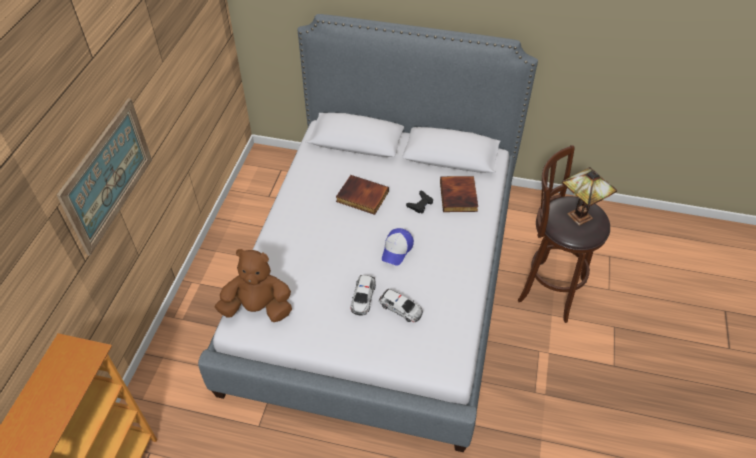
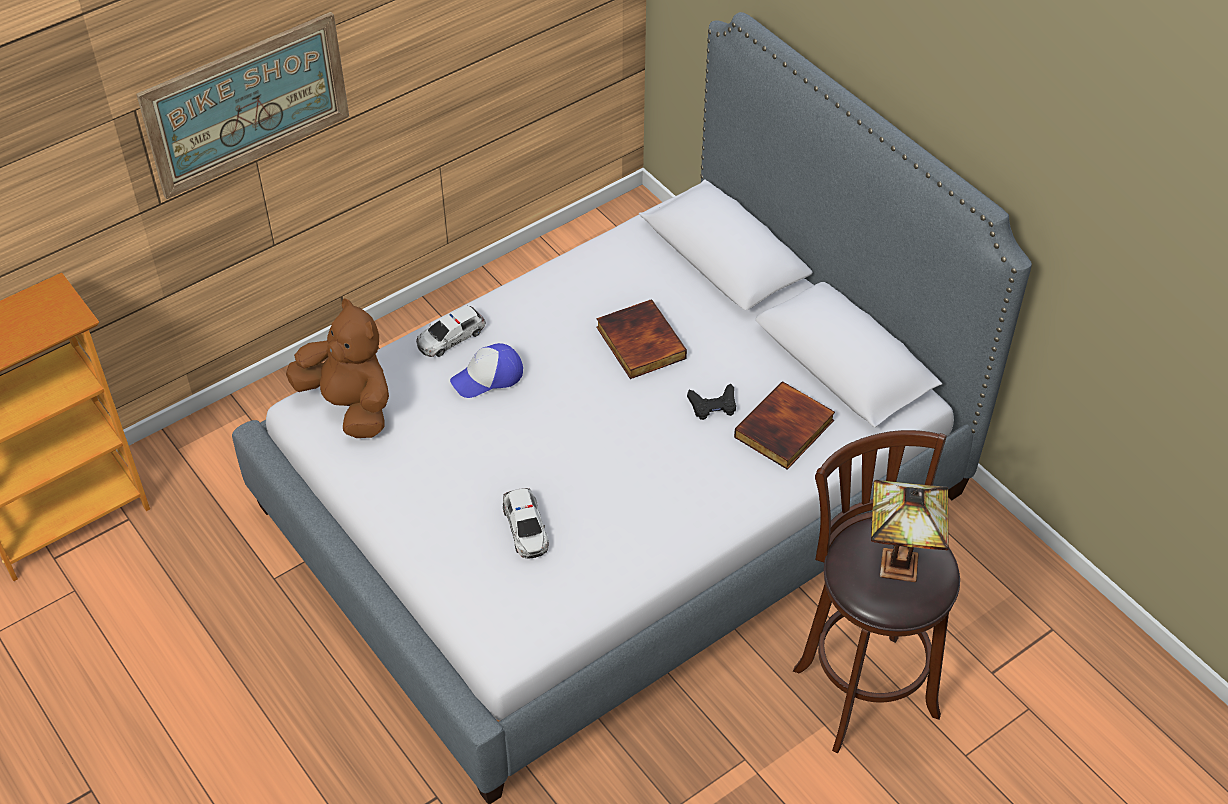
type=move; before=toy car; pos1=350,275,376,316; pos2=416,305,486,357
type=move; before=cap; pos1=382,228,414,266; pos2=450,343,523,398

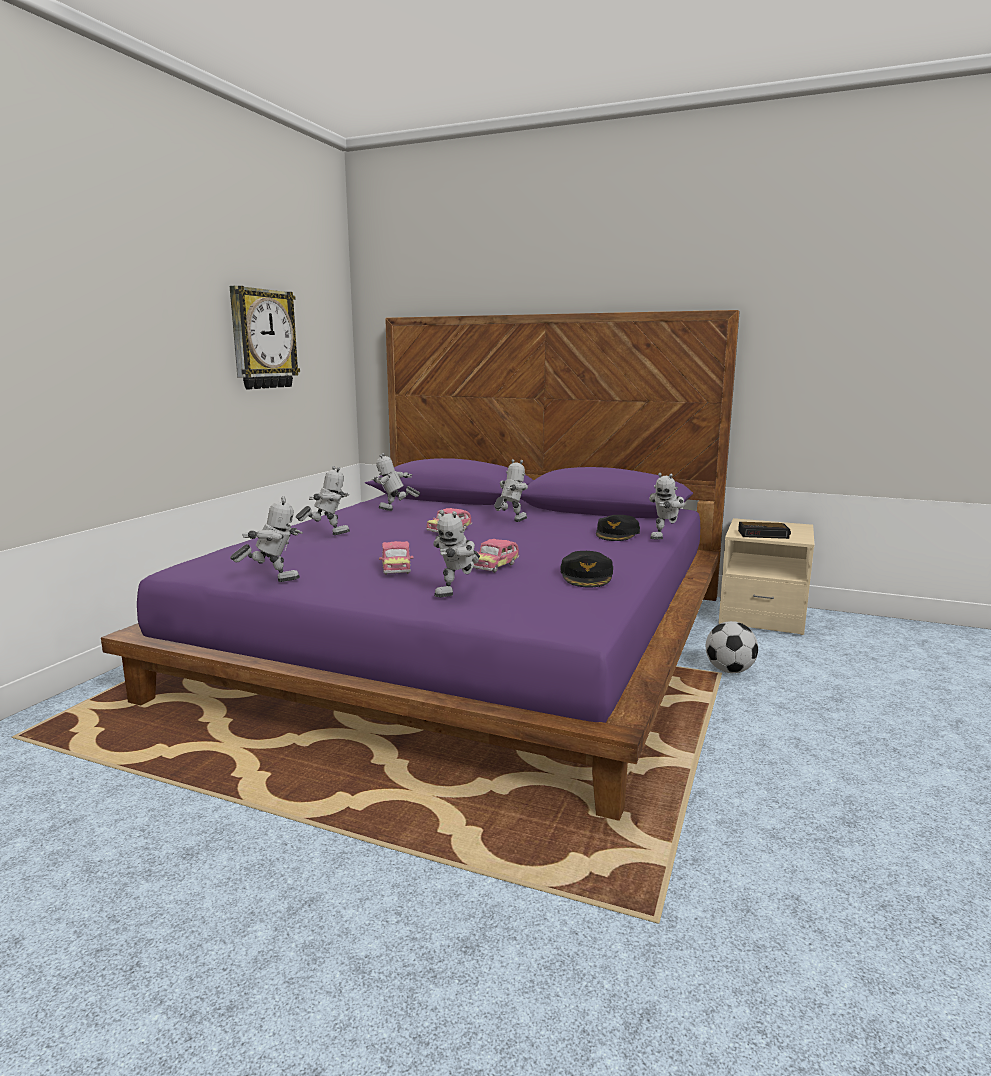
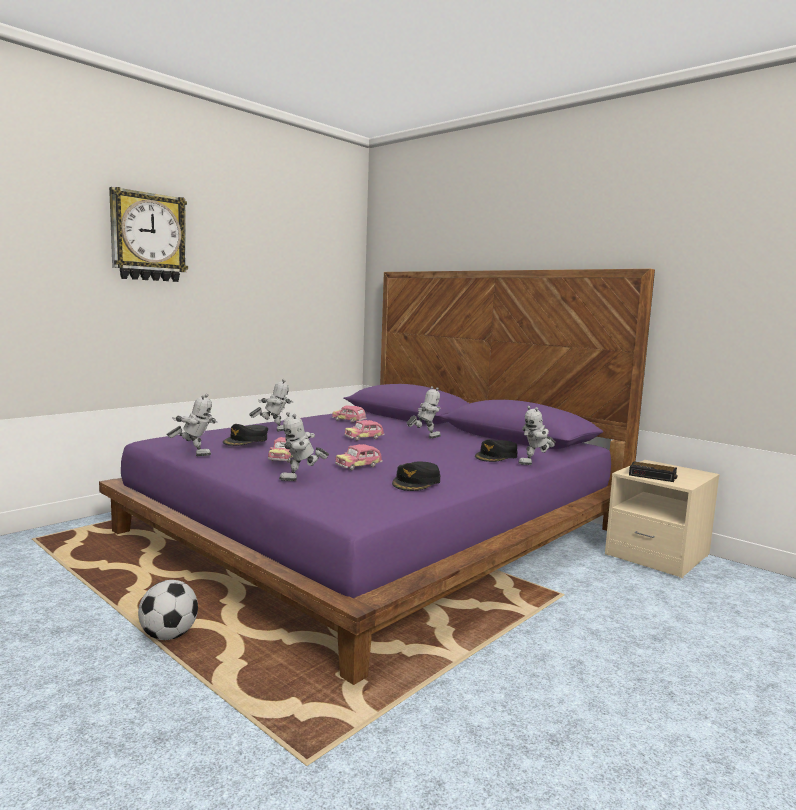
type=move; before=wall clock; pos1=230,286,300,389; pos2=109,187,188,282
type=move; before=football; pos1=706,621,758,673; pos2=138,580,198,640
type=insert; after=black cap; pos2=223,424,268,446
type=replace; before=toy robot; after=toy car; pos1=372,453,420,511; pos2=332,406,367,423

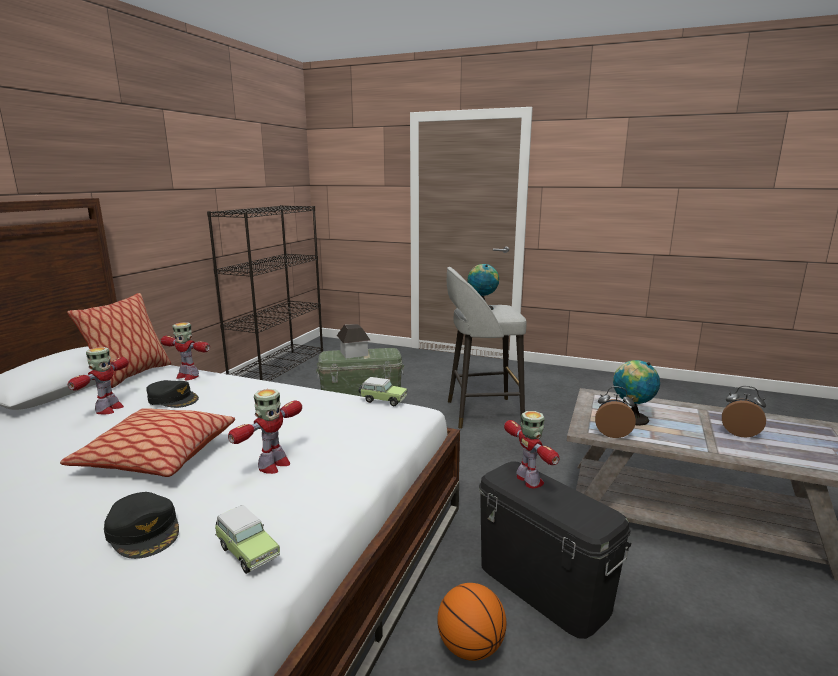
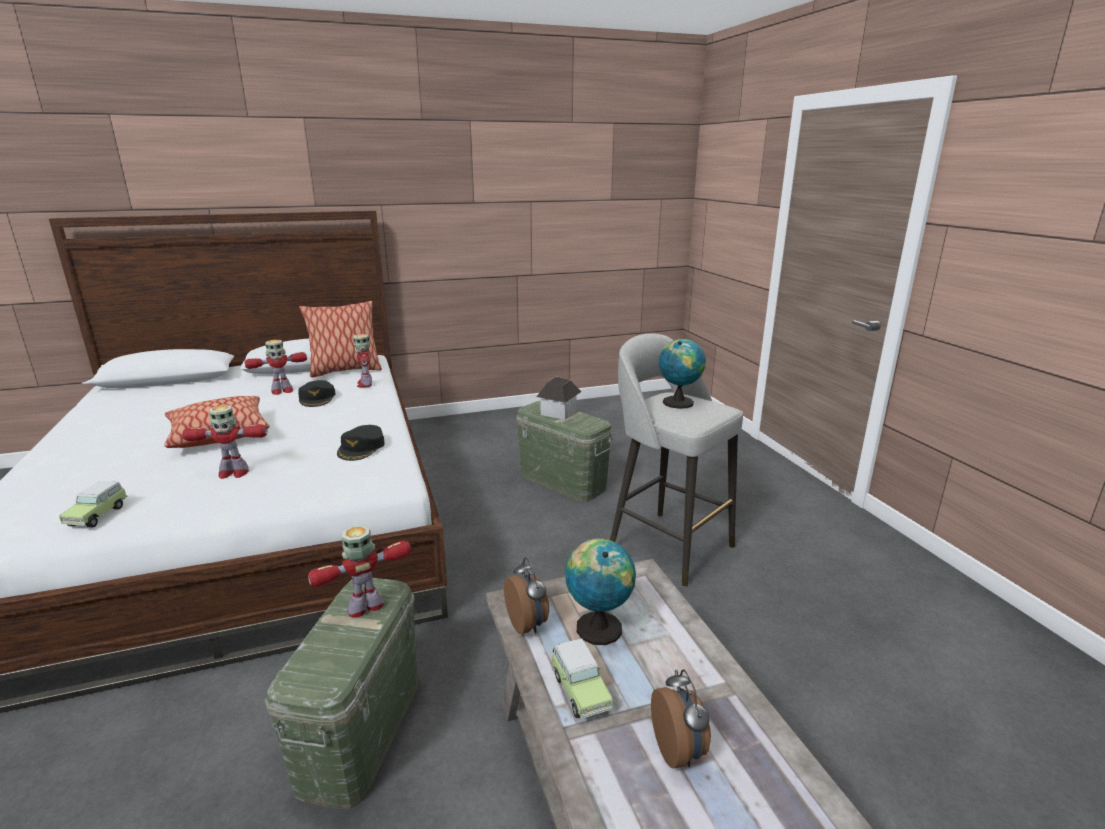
type=recolor; before=black storage box; after=green storage box; pos1=479,461,632,639; pos2=265,578,418,809
type=rotate; before=toy robot; pos1=504,411,560,488; pos2=308,525,411,618; turn=-150
type=move; before=black cap; pos1=104,492,179,559; pos2=337,425,385,461
type=move; before=toy car; pos1=359,377,407,406; pos2=551,638,613,719
type=delete; before=black bookcase; pos1=207,205,323,381
type=delete; before=basketball; pos1=437,583,506,661

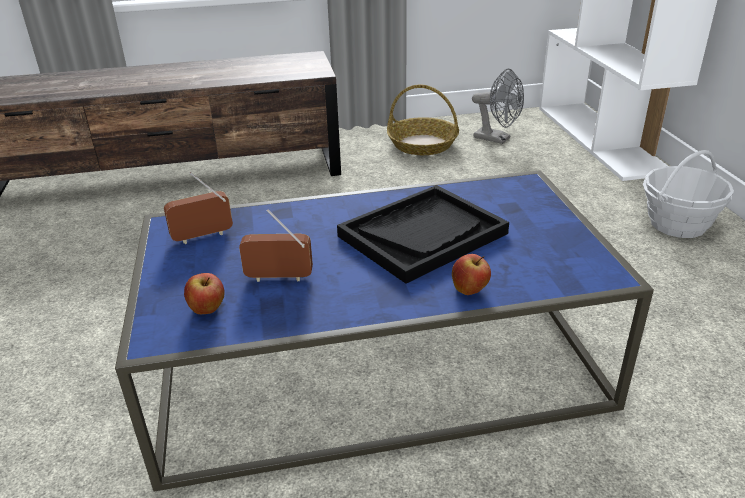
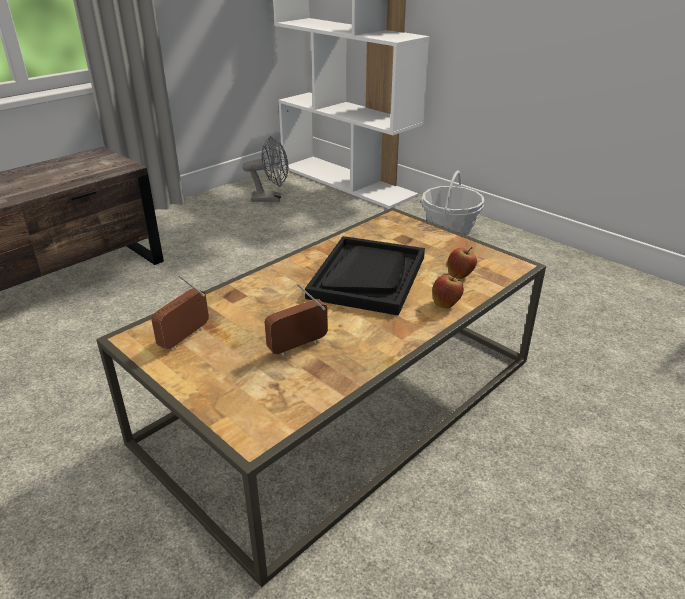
type=recolor; before=blue coffee table; after=brown coffee table; pos1=115,170,654,492; pos2=96,207,546,587
type=move; before=apple; pos1=184,273,225,314; pos2=447,247,477,279
type=delete; before=basket; pos1=387,85,459,155

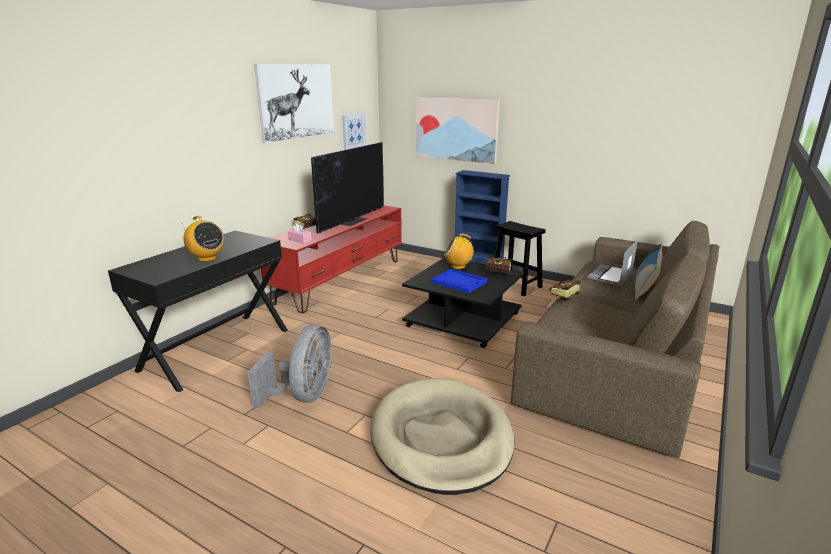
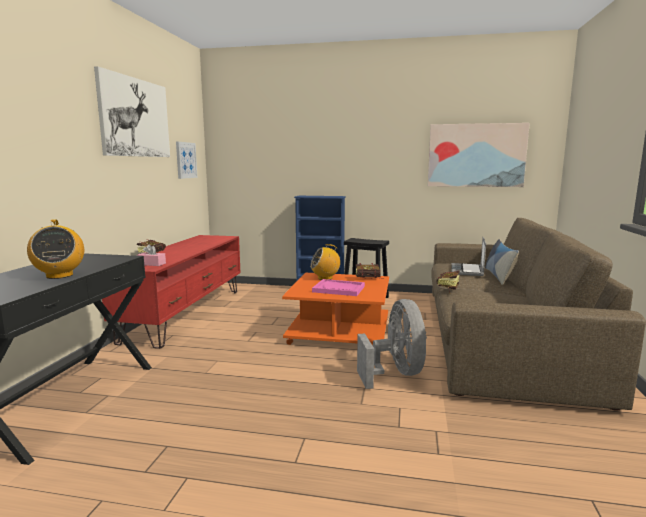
type=rotate; before=radio; pos1=183,216,224,262; pos2=27,219,84,279; turn=45
type=recolor; before=black coffee table; after=orange coffee table; pos1=402,257,524,348; pos2=282,273,389,345
type=recolor; before=blue tray; after=pink tray; pos1=432,269,487,293; pos2=312,279,365,296
type=move; before=grey fan; pos1=248,324,332,408; pos2=357,299,427,389
type=move; before=picture; pos1=416,97,500,164; pos2=428,123,530,187
type=delete; before=television; pos1=311,142,384,233
type=delete; before=beige dog bed; pos1=370,378,514,495

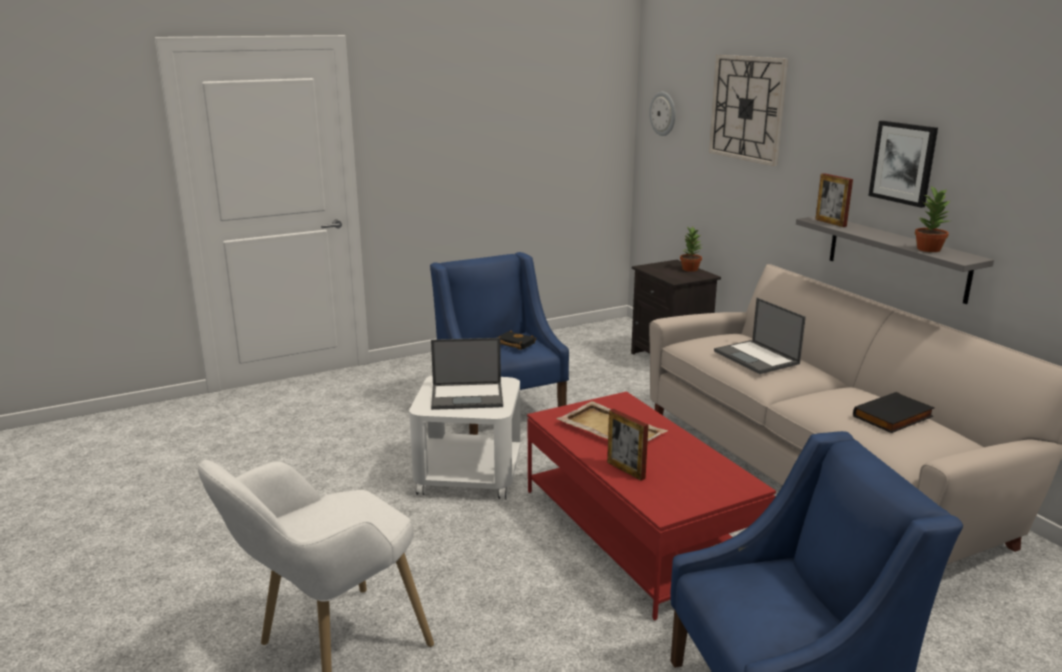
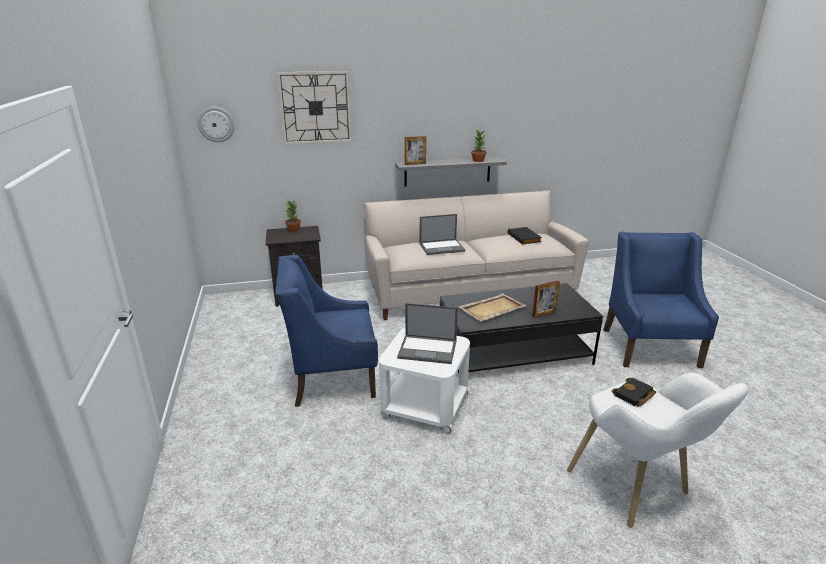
type=rotate; before=laptop; pos1=431,338,503,410; pos2=397,303,458,364; turn=90
type=recolor; before=red coffee table; after=black coffee table; pos1=527,391,776,620; pos2=440,283,603,373
type=move; before=black book; pos1=496,331,536,350; pos2=612,378,656,407
type=delete; before=picture; pos1=868,121,938,208

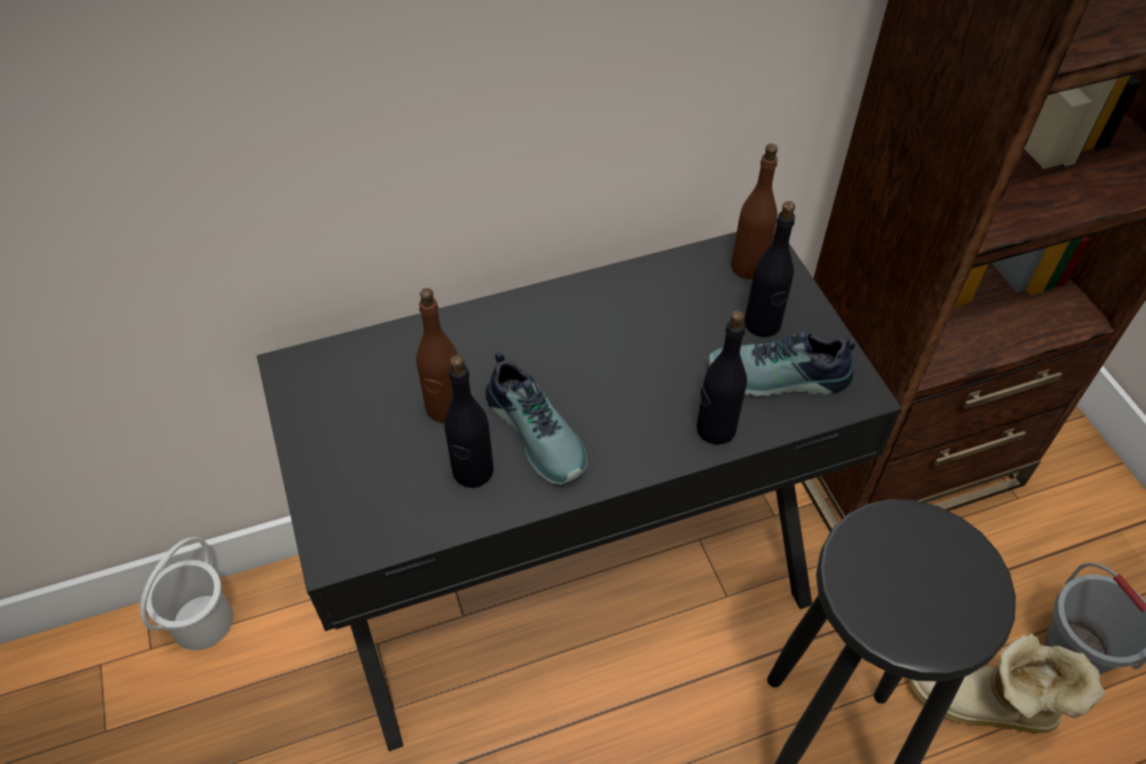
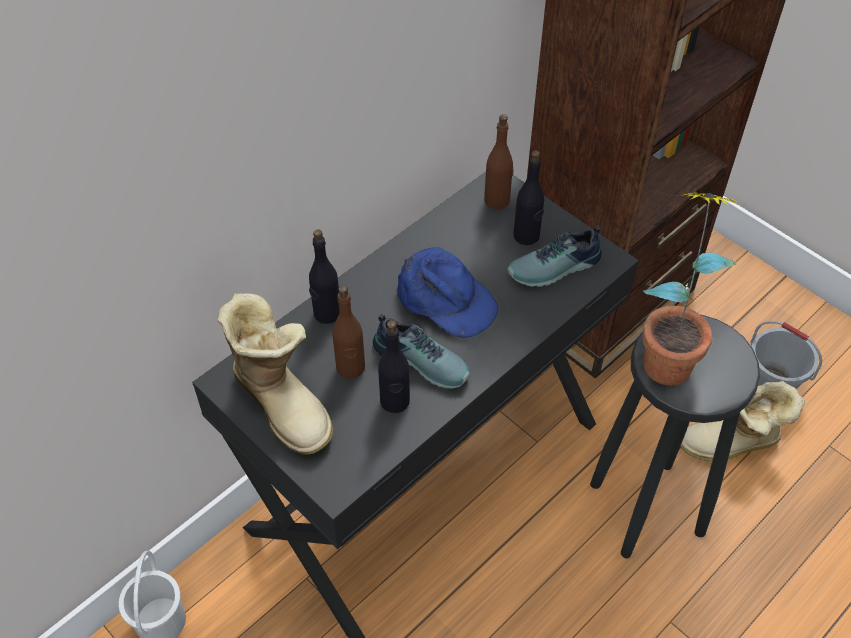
type=insert; after=boot; pos2=217,293,333,455
type=move; before=black bottle; pos1=697,311,747,445; pos2=309,229,339,324
type=insert; after=blue cap; pos2=397,247,498,338
type=insert; after=potted plant; pos2=642,193,741,385

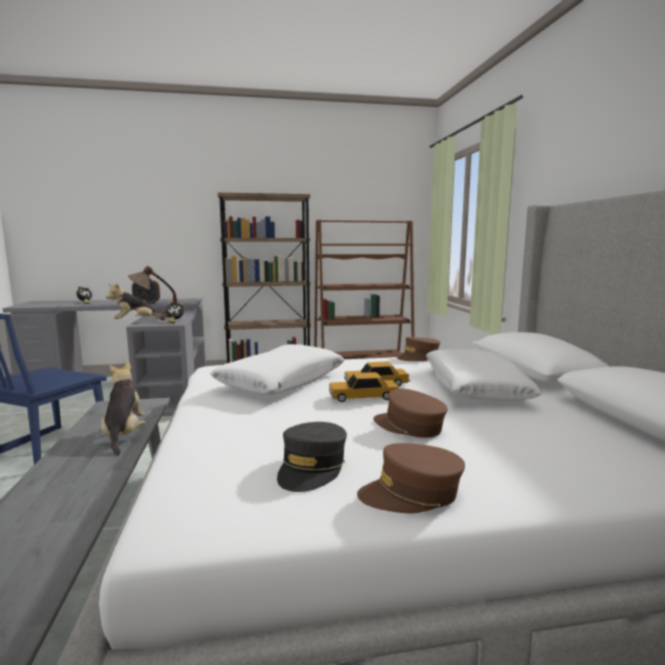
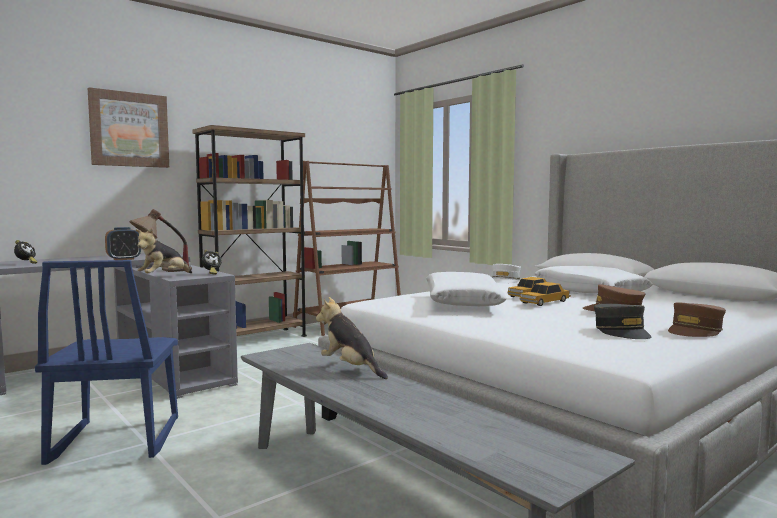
type=insert; after=picture; pos2=88,87,169,168
type=recolor; before=brown cap; after=white cap; pos1=397,337,440,361; pos2=492,264,521,283

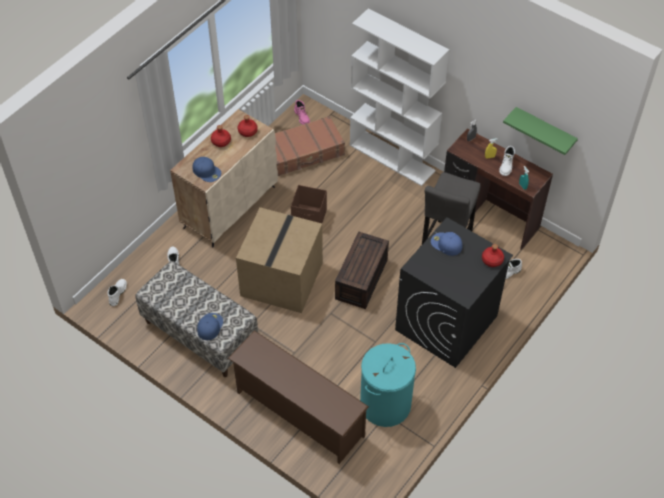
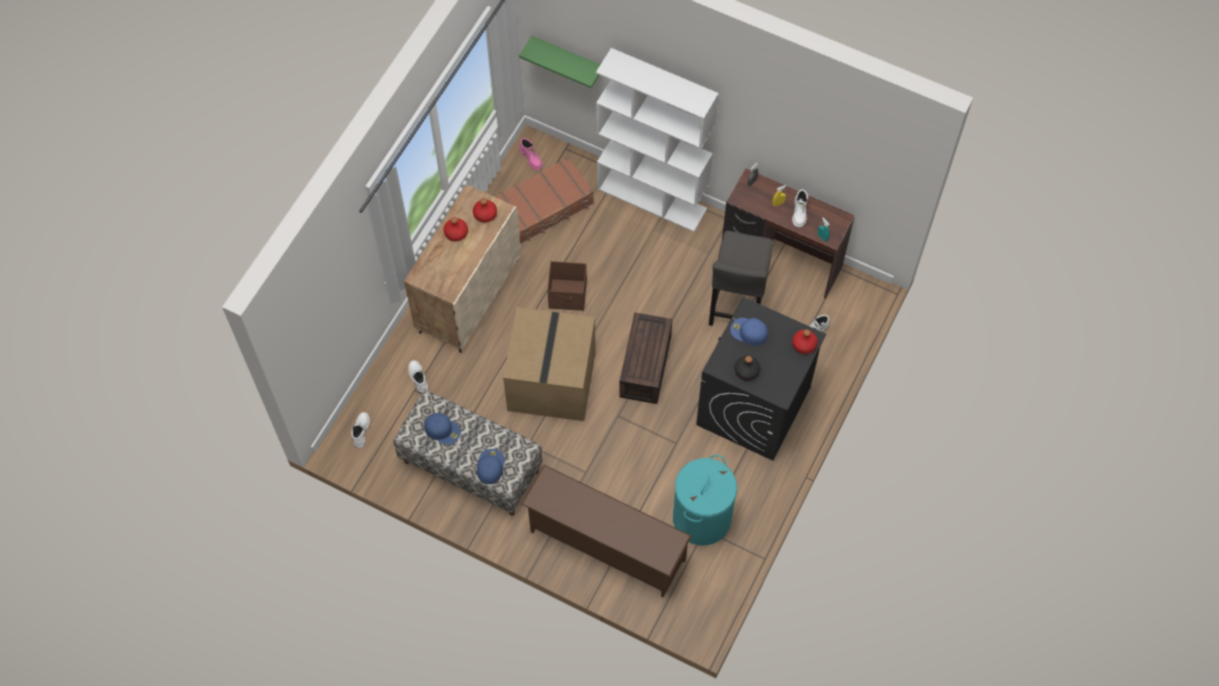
type=move; before=blue cap; pos1=192,157,221,182; pos2=424,413,461,445
type=move; before=green shelf; pos1=503,107,578,155; pos2=519,36,600,88
type=insert; after=black bottle; pos2=734,356,760,381

